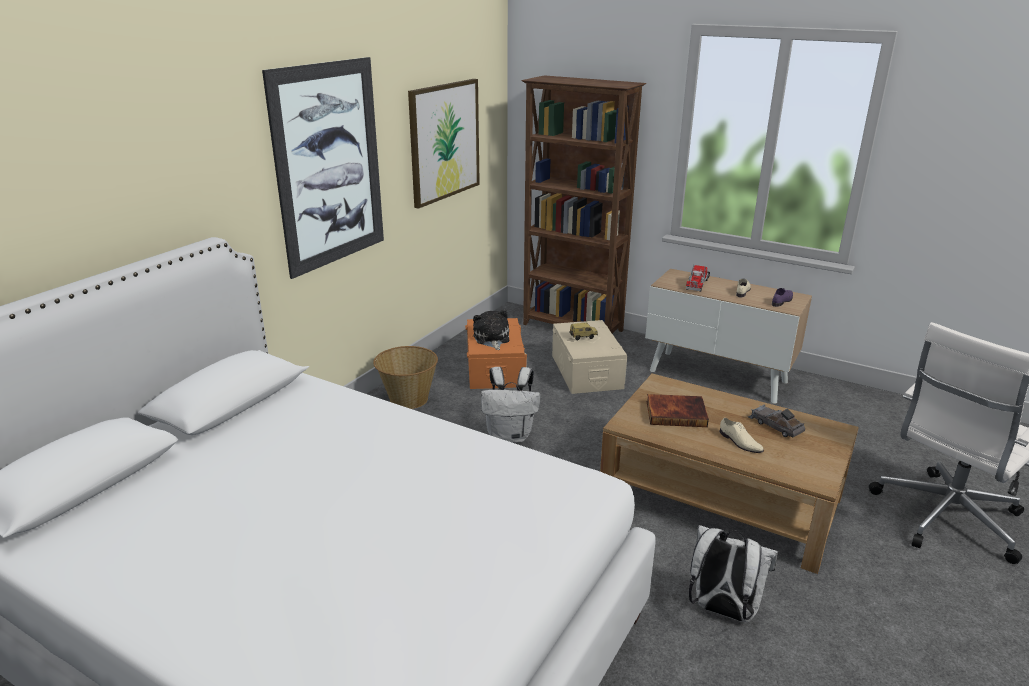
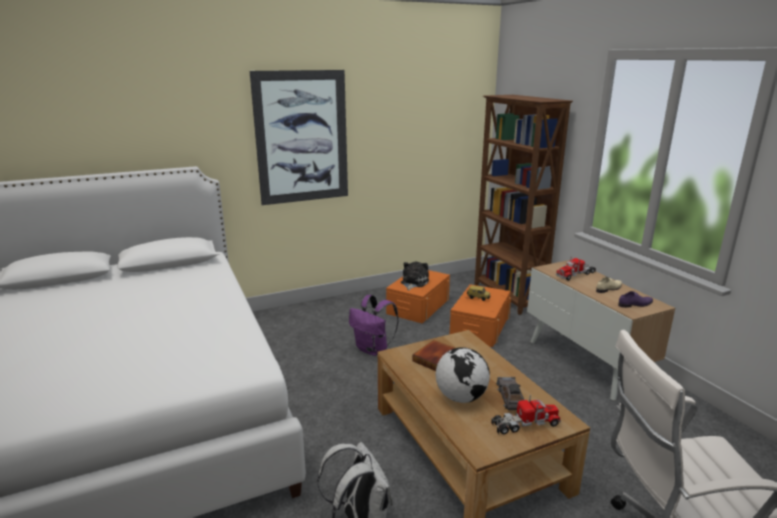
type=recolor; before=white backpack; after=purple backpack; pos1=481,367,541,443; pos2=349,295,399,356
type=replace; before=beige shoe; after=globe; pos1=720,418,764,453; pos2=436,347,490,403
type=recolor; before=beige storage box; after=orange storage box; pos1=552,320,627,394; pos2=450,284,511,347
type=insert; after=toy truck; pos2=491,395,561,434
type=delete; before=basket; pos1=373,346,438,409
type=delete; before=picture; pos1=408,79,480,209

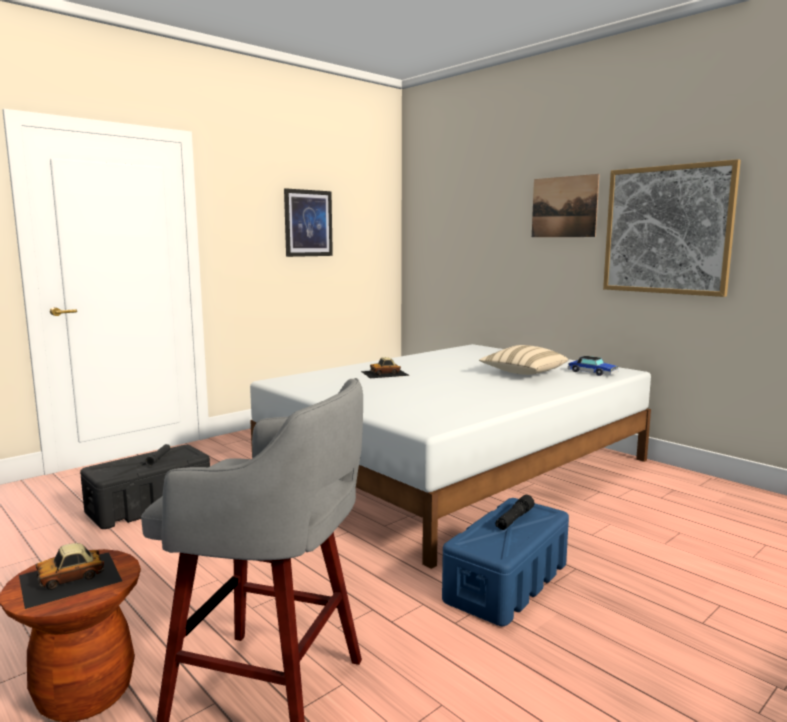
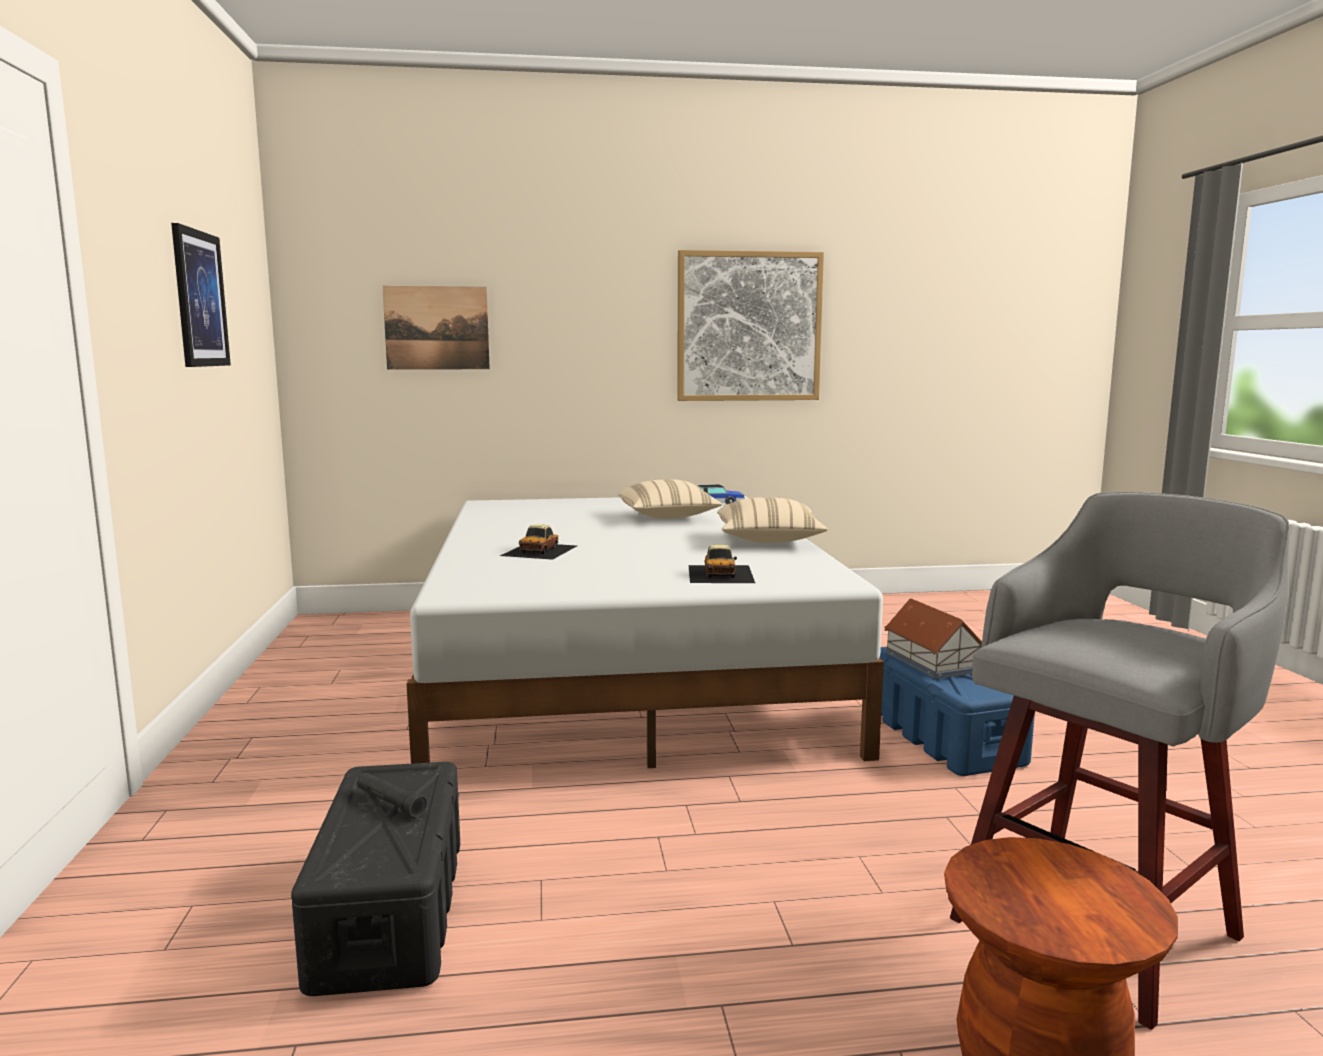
type=move; before=picture; pos1=532,174,599,237; pos2=382,286,490,370
type=move; before=toy car; pos1=19,543,122,609; pos2=689,545,755,583
type=insert; after=beige pillow; pos2=717,497,828,543
type=replace; before=black flashlight; after=toy house; pos1=495,495,535,530; pos2=884,599,982,679

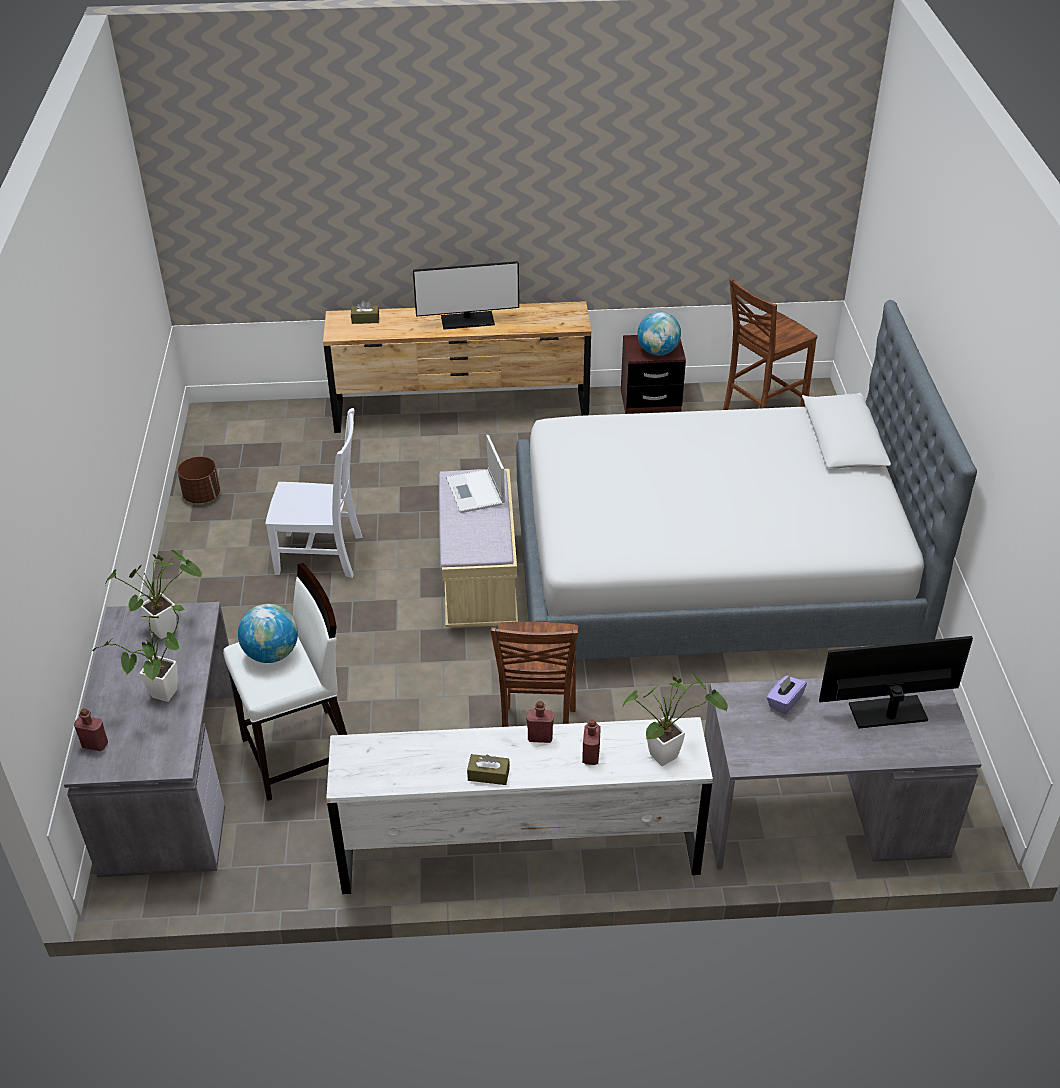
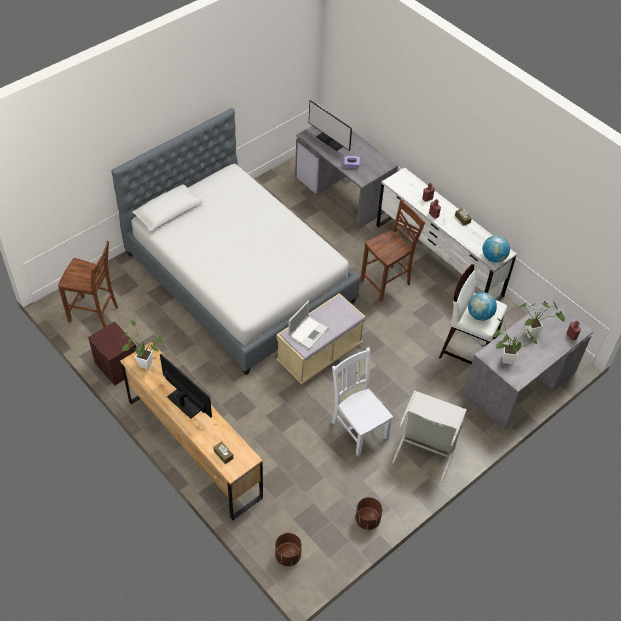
type=move; before=potted plant; pos1=622,673,728,766; pos2=121,320,163,370
type=insert; after=brown planter; pos2=275,533,302,566
type=insert; after=grey laundry basket; pos2=392,390,467,482
type=move; before=globe; pos1=637,312,681,355; pos2=483,235,510,263

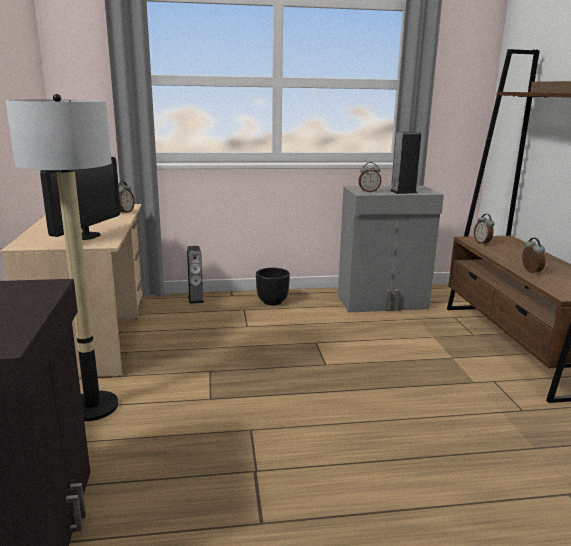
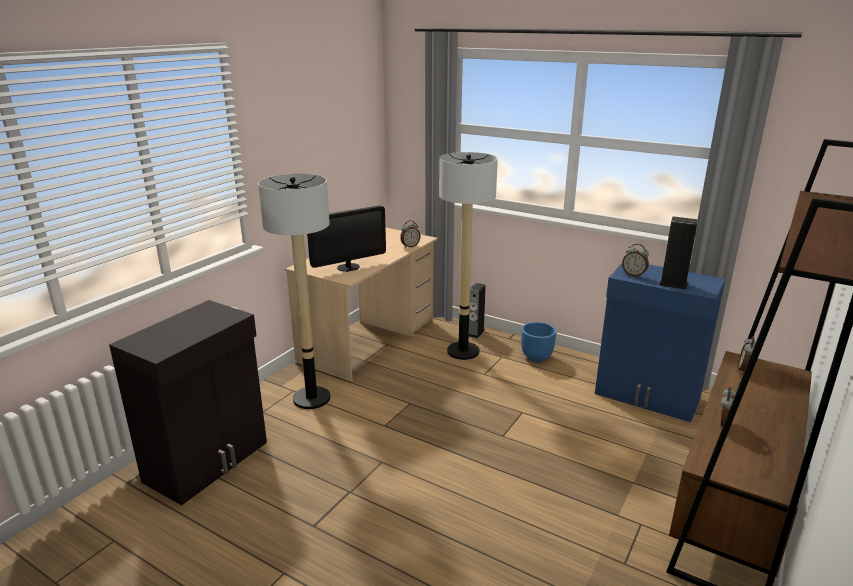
type=insert; after=floor lamp; pos2=439,152,498,360
type=recolor; before=black planter; after=blue planter; pos1=256,268,290,305; pos2=521,322,556,362
type=recolor; before=grey cabinet; after=blue cabinet; pos1=338,186,444,313; pos2=595,263,725,422

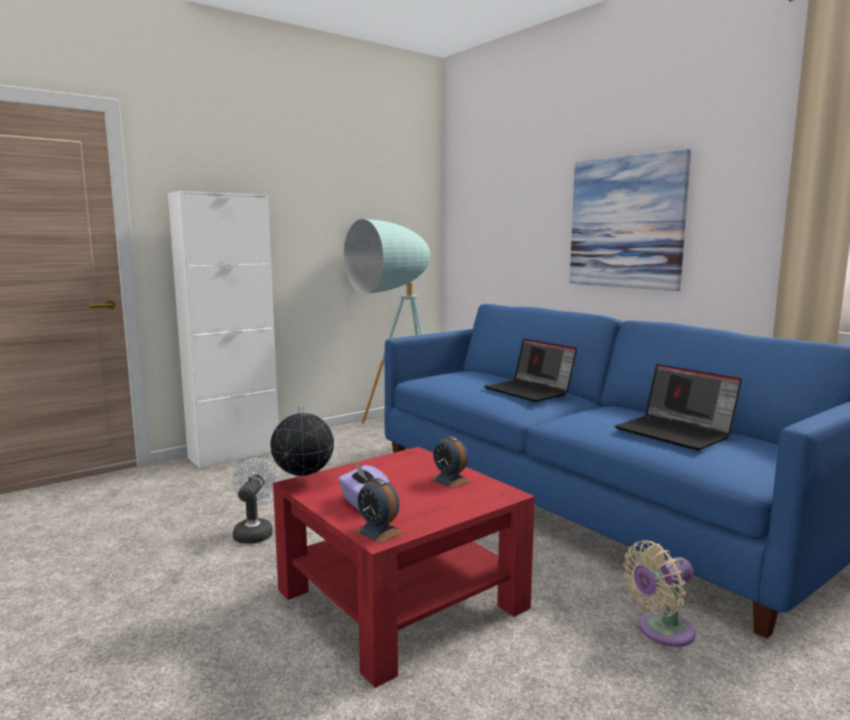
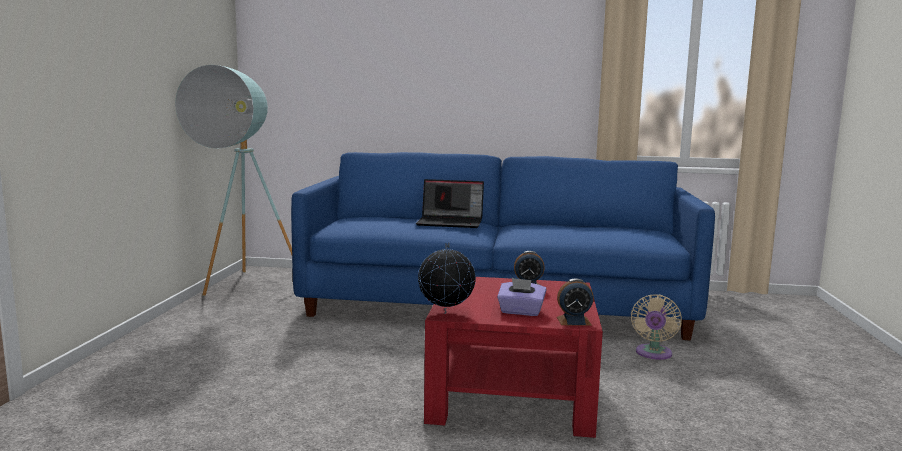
type=delete; before=white cabinet; pos1=168,191,279,469
type=delete; before=white fan; pos1=232,458,281,544
type=delete; before=picture; pos1=570,149,691,291
type=delete; before=laptop; pos1=615,364,742,450

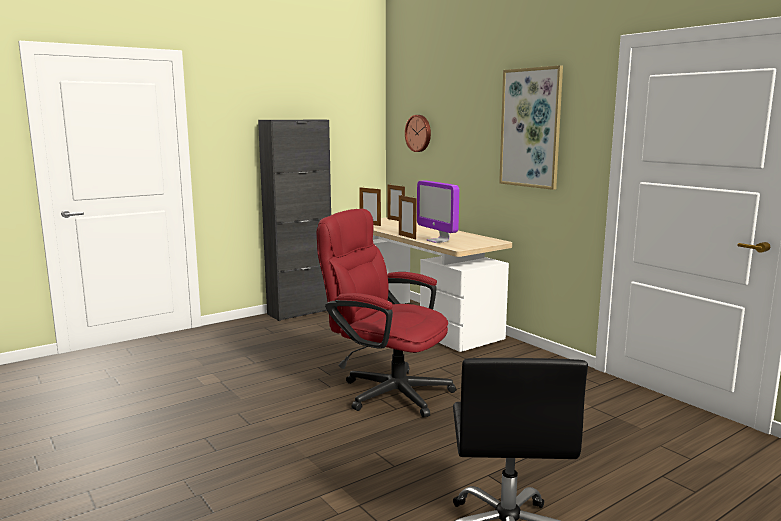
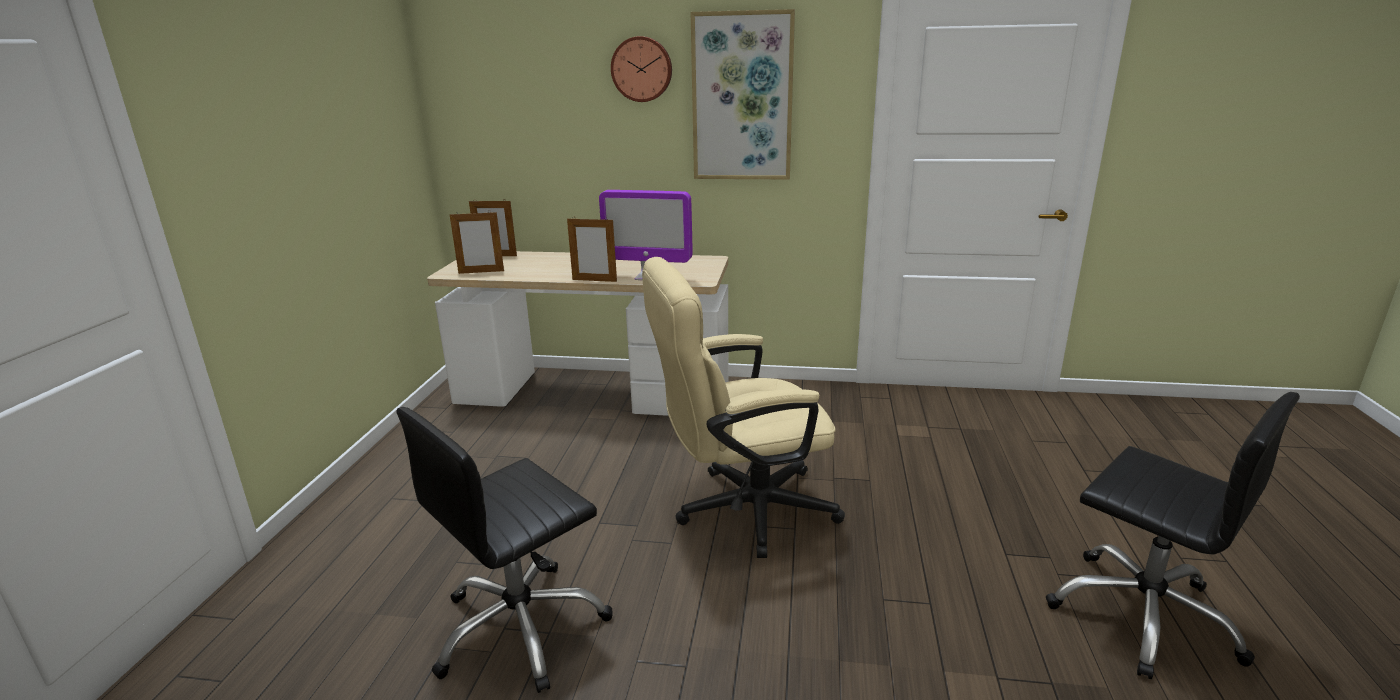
type=insert; after=black office chair; pos2=396,407,613,693
type=move; before=wall clock; pos1=405,115,431,152; pos2=611,36,672,102
type=recolor; before=red office chair; after=beige office chair; pos1=317,209,456,418; pos2=642,257,845,558
type=delete; before=black cabinet; pos1=258,120,331,321

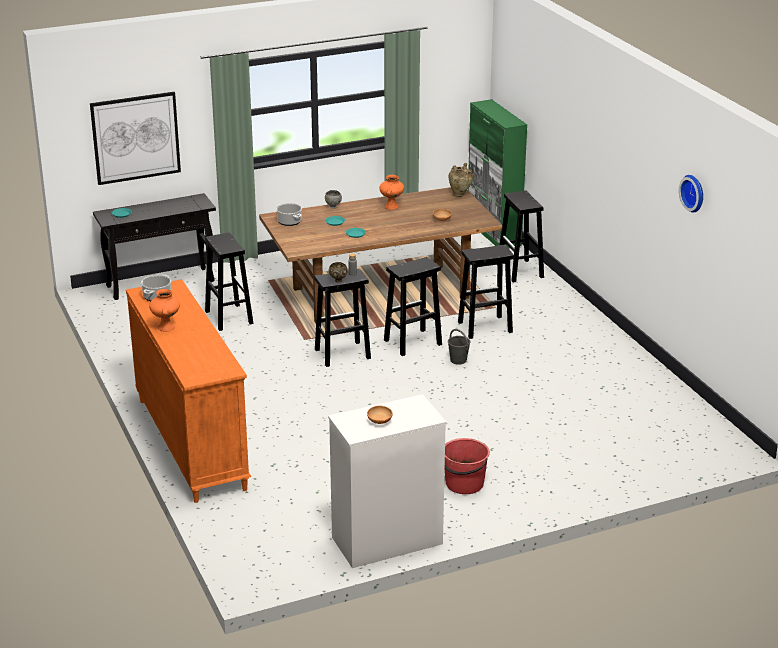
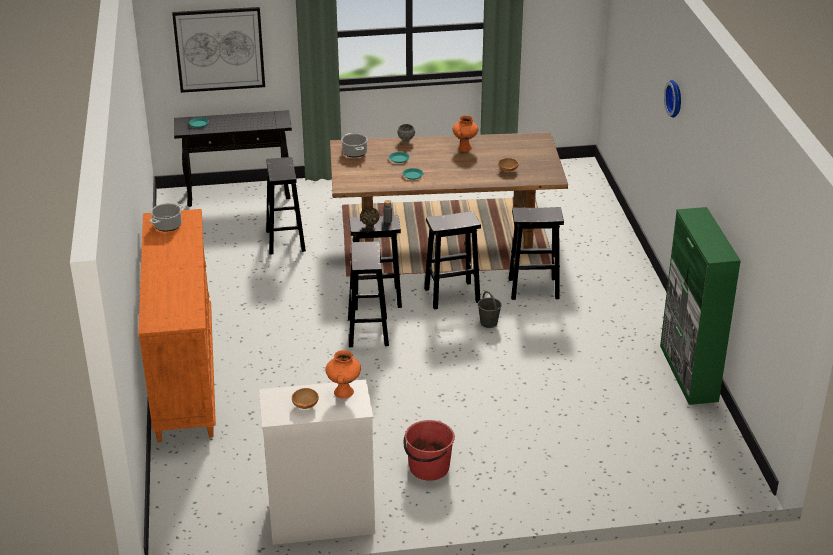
type=move; before=orange vase; pos1=149,289,180,332; pos2=325,350,361,399
type=move; before=black stool; pos1=499,191,544,283; pos2=348,241,389,347
type=move; before=green cabinet; pos1=468,99,527,249; pos2=660,207,741,405
type=move; before=wall clock; pos1=679,175,703,213; pos2=664,80,681,118
type=delete; before=beige vase; pos1=448,163,473,197

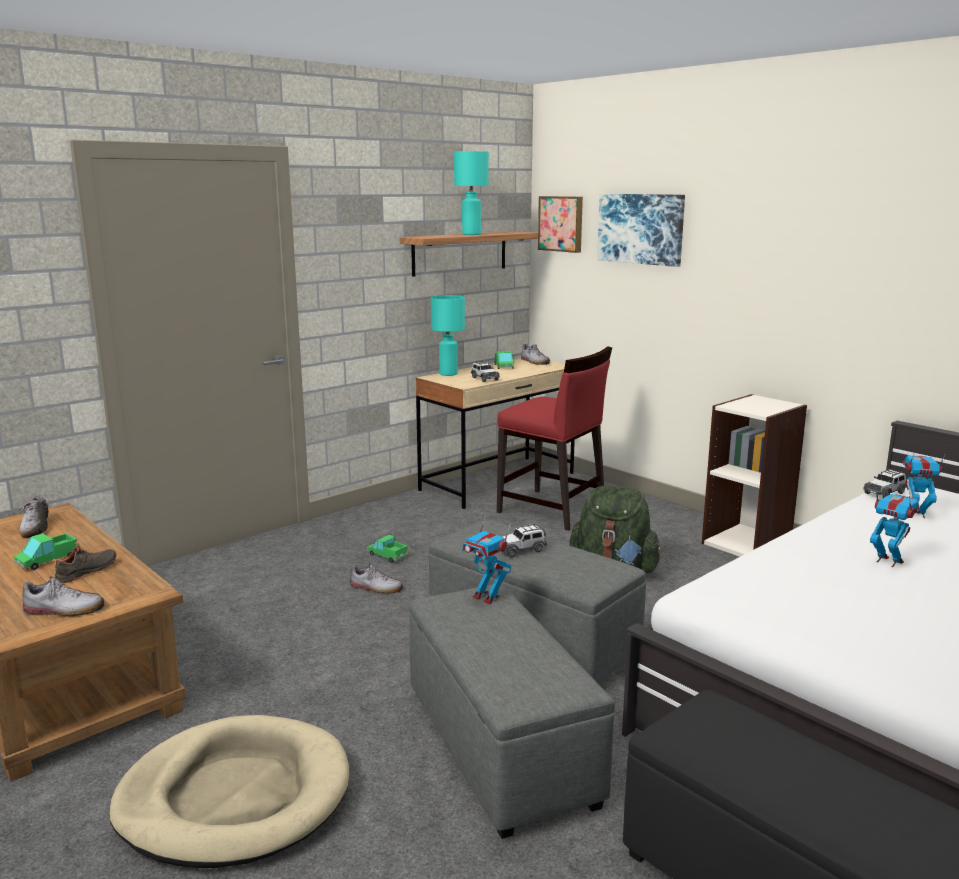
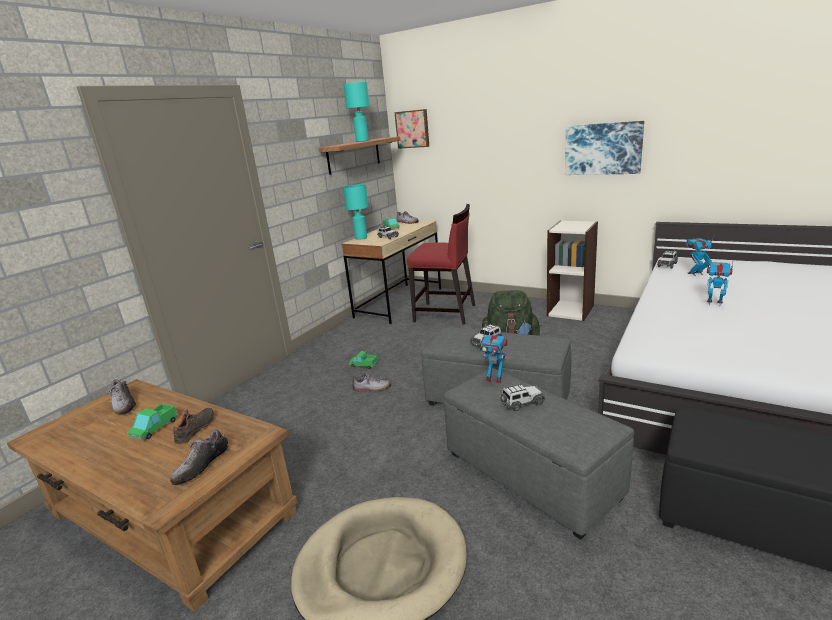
type=rotate; before=shoe; pos1=22,577,104,622; pos2=170,429,228,486; turn=135
type=insert; after=toy car; pos2=500,384,545,411
type=move; before=picture; pos1=597,194,685,267; pos2=565,121,644,175

